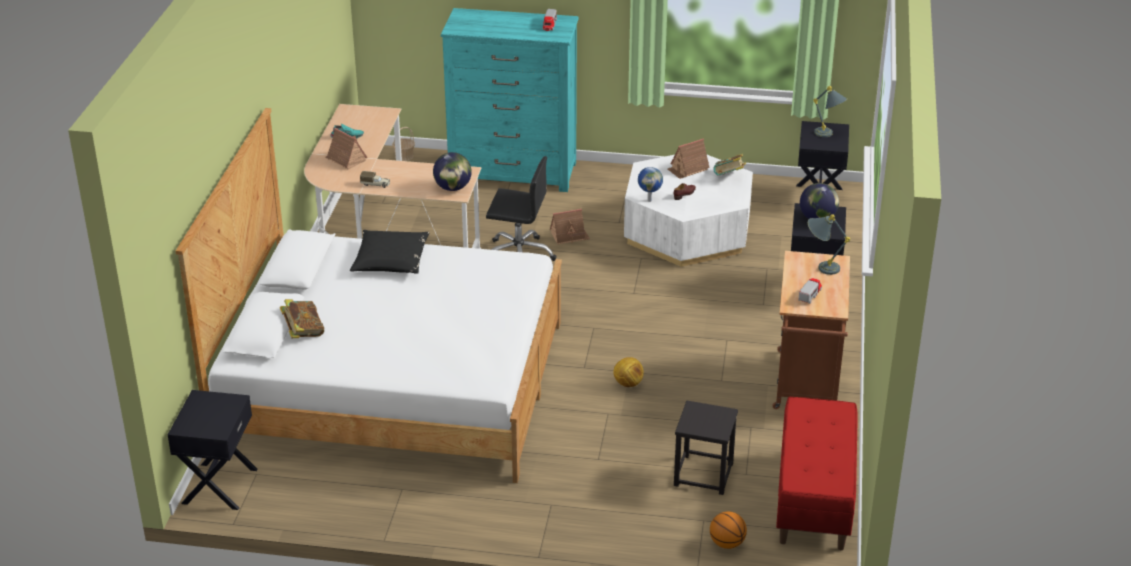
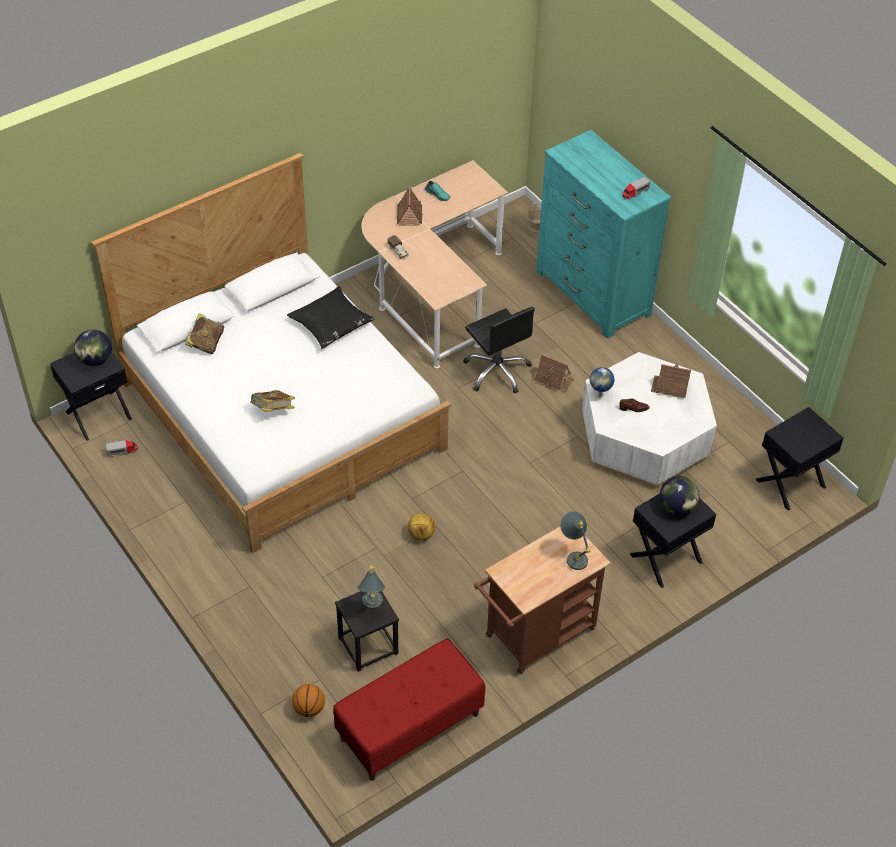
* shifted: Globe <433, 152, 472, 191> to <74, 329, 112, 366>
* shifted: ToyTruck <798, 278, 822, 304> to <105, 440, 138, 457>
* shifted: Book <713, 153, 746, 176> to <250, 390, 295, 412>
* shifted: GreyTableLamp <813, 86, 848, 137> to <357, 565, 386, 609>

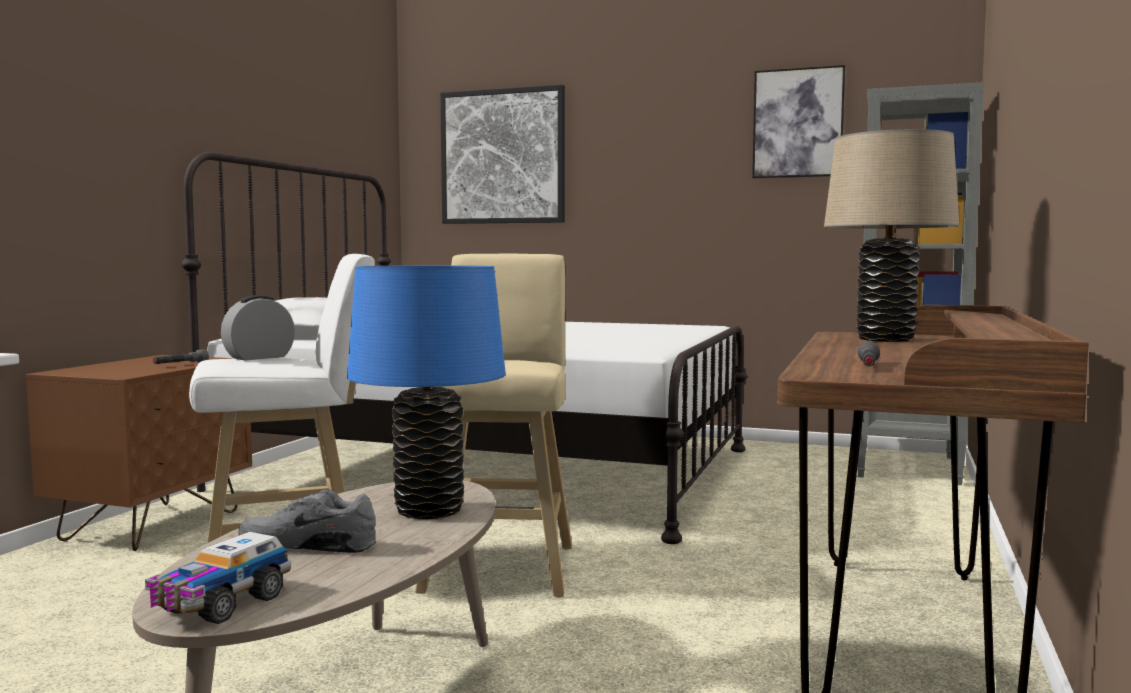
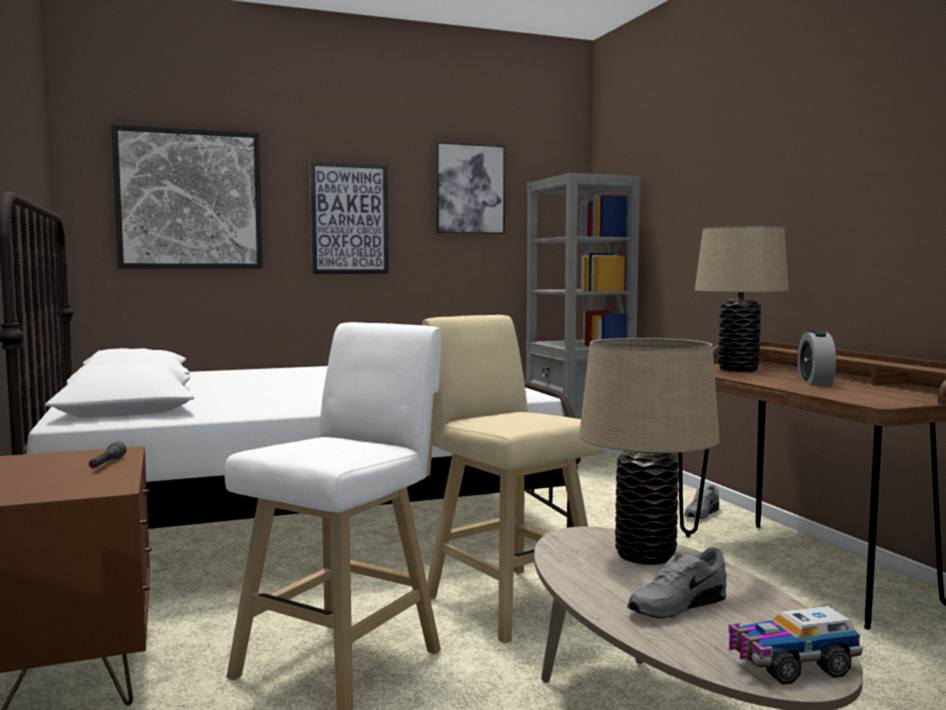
* new: Picture <310, 160, 389, 274>
* repainted: BlueTableLamp <347, 265, 506, 519> to BeigeTableLamp <579, 338, 720, 565>
* new: GreyShoe <684, 485, 719, 519>
* rotated: ToyTruck <145, 532, 291, 624> = <729, 606, 863, 685> 90 degrees clockwise
* shifted: AlarmClock <221, 295, 295, 361> to <798, 330, 836, 385>
* gone: GreyFlashlight <858, 341, 880, 366>

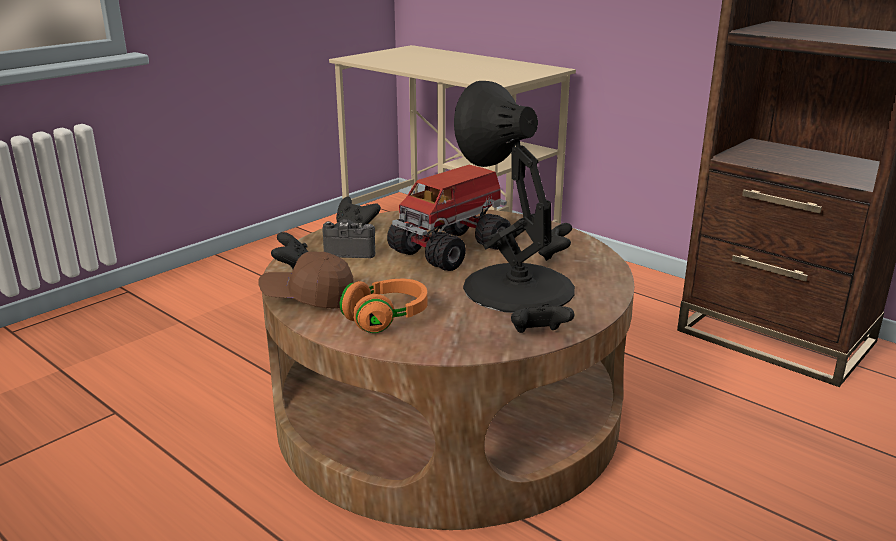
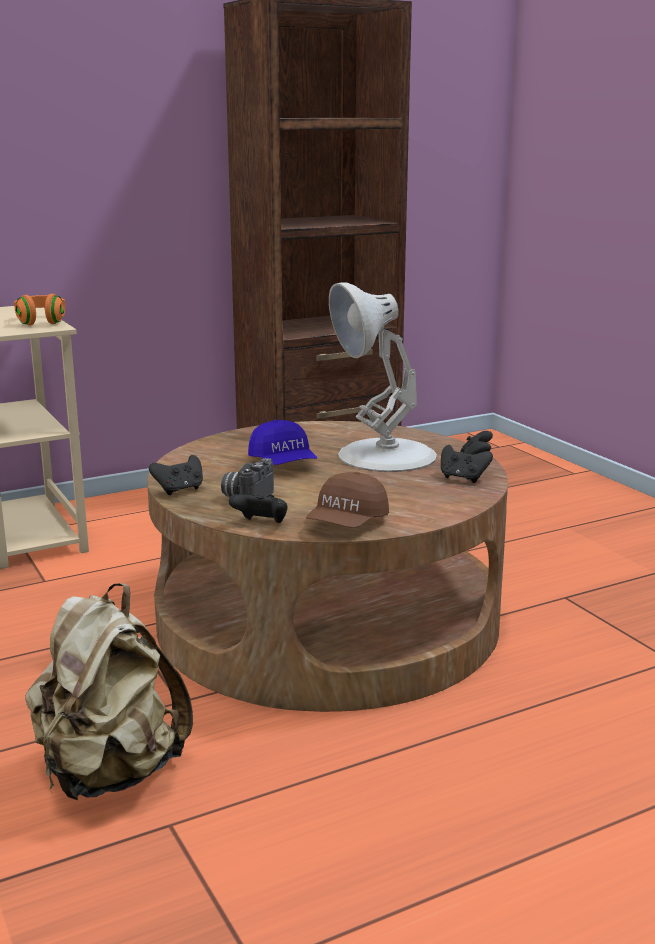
* shifted: OrangeHeadphones <340, 279, 427, 333> to <14, 294, 65, 325>
* new: BeigeBackpack <25, 583, 193, 800>
* swapped: ToyTruck <387, 165, 511, 271> to BlueCap <248, 419, 317, 465>
* repainted: BlackTableLamp <454, 81, 575, 313> to WhiteTableLamp <329, 282, 437, 472>
* shifted: BlackGameController <538, 223, 572, 261> to <441, 445, 493, 483>

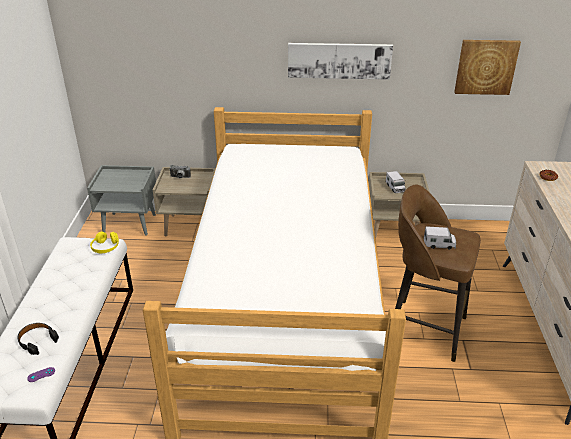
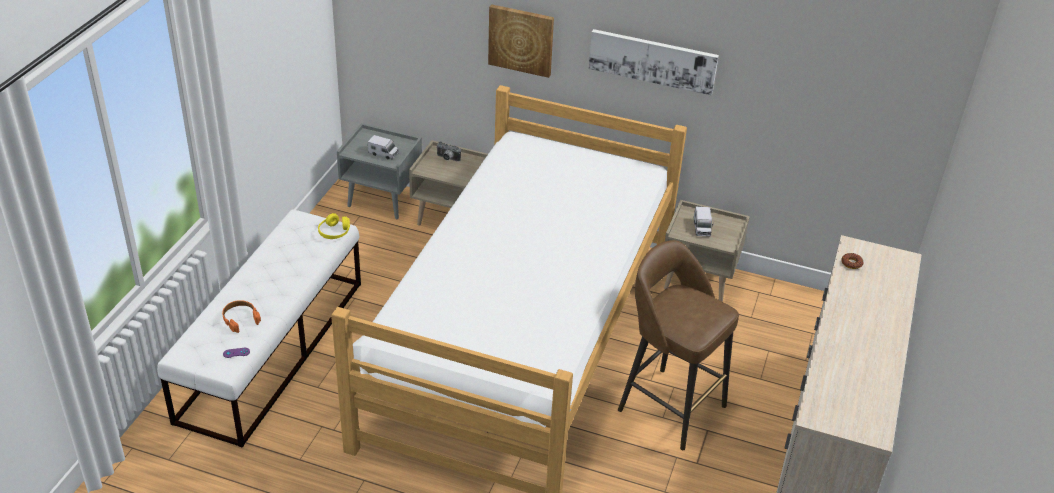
* repainted: BlackHeadphones <18, 323, 59, 355> to OrangeHeadphones <222, 300, 261, 333>
* shifted: ToyTruck <424, 226, 456, 250> to <368, 135, 399, 160>
* shifted: Picture <454, 40, 521, 95> to <488, 4, 554, 78>

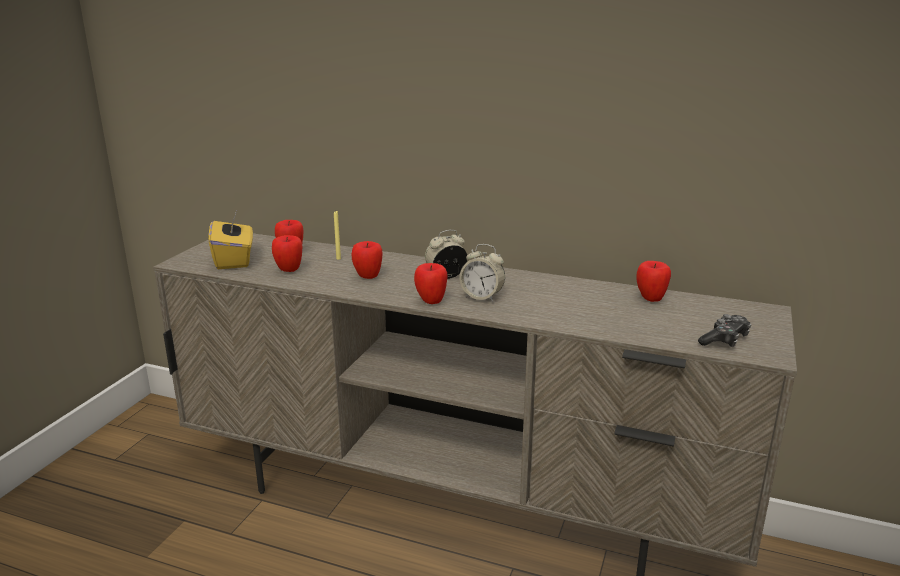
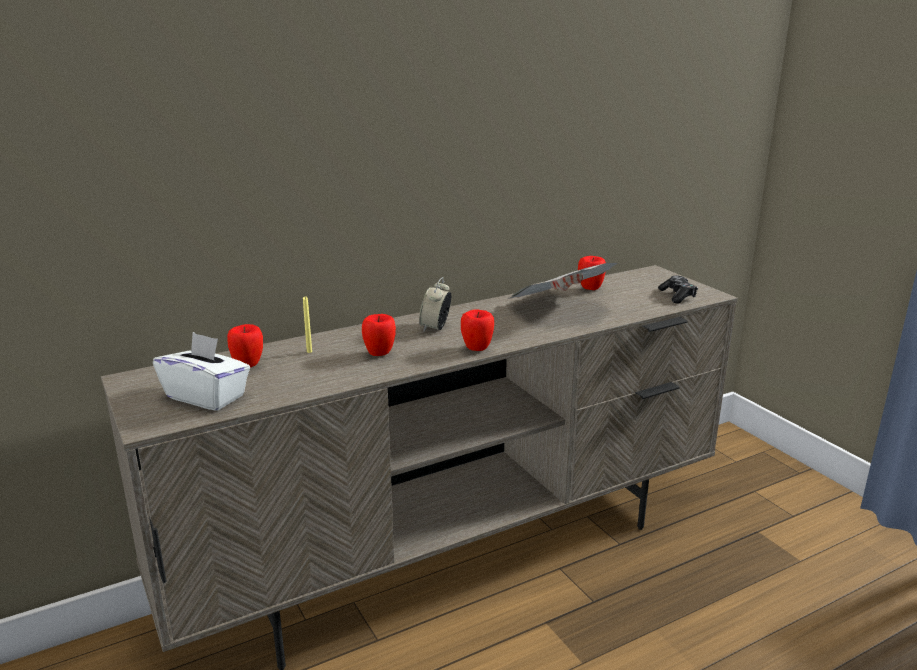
* repainted: YellowTissueBox <208, 211, 253, 269> to WhiteTissueBox <153, 332, 250, 411>
* new: Newspaper <507, 263, 617, 299>
* gone: Apple <272, 235, 302, 272>
* gone: AlarmClock <460, 244, 505, 302>

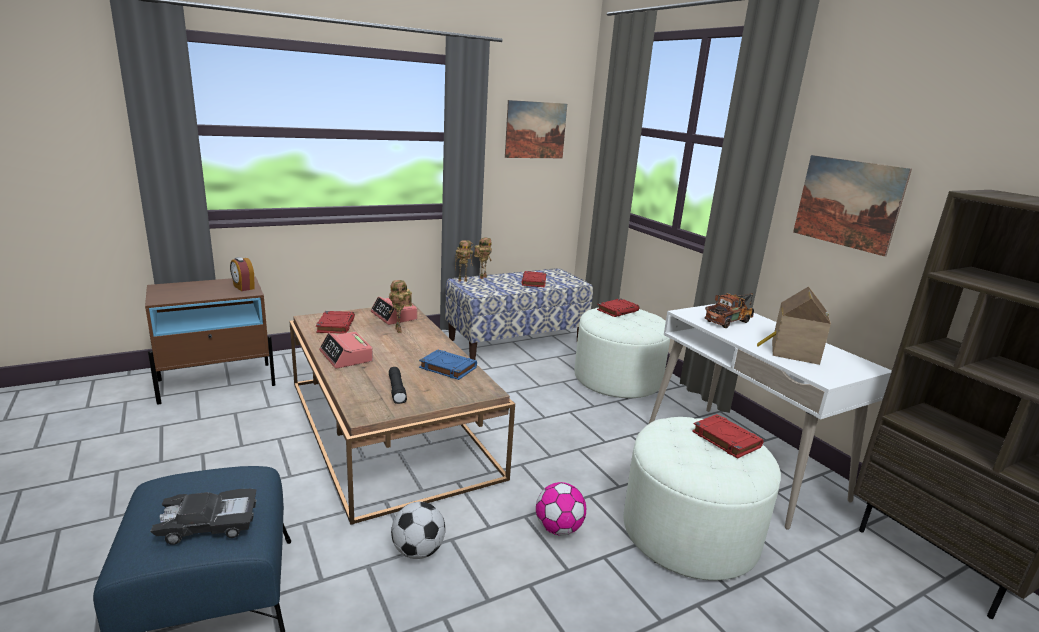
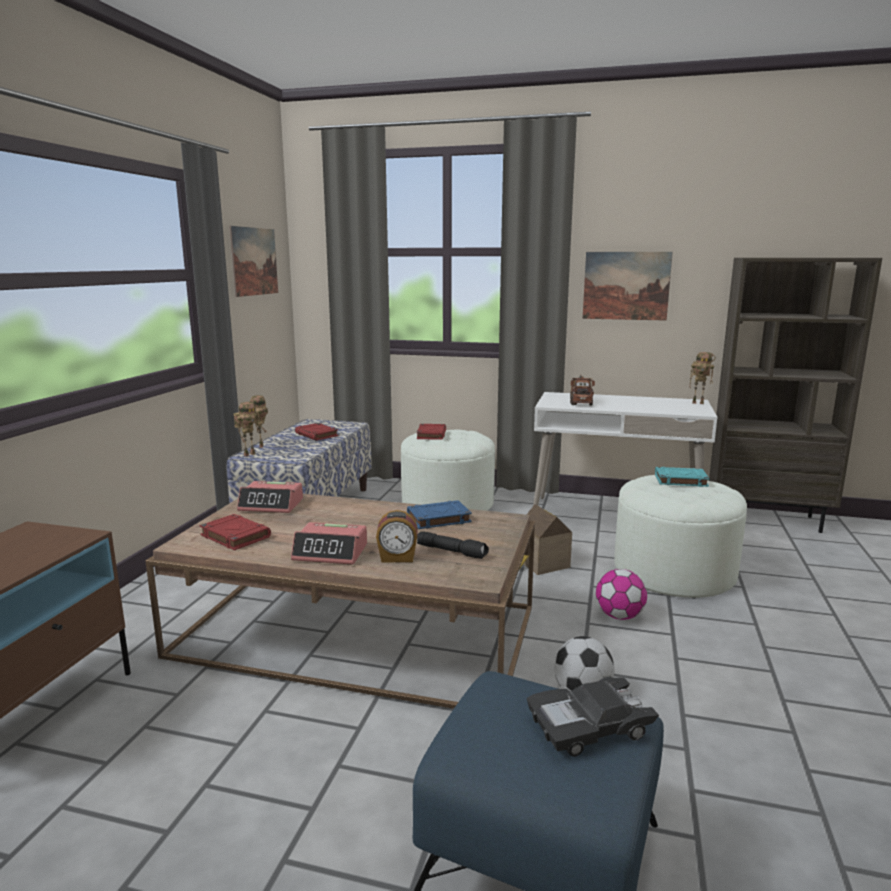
* shifted: AlarmClock <230, 257, 255, 291> to <376, 510, 418, 562>
* shifted: ToyHouse <757, 286, 831, 365> to <519, 504, 572, 575>
* rotated: BlackToyCar <150, 489, 257, 545> = <526, 677, 659, 757> 135 degrees counterclockwise
* repainted: RedBook <692, 414, 763, 459> to TurquoiseBook <655, 467, 710, 487>
* shifted: ToyRobot <389, 280, 412, 333> to <689, 352, 716, 404>

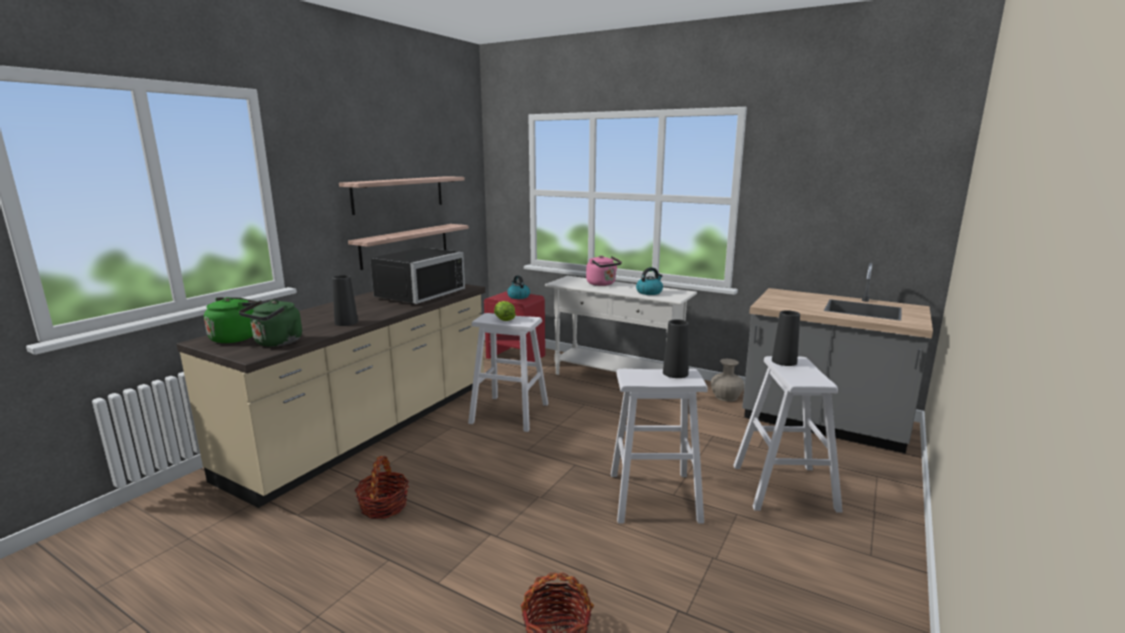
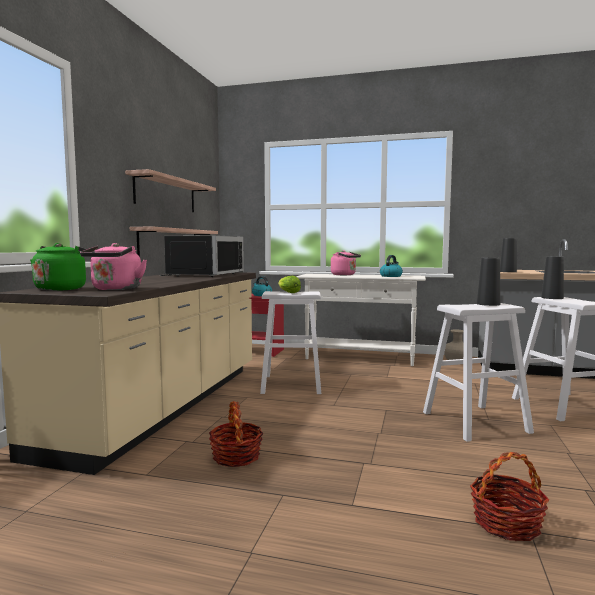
* repainted: GreenKettle <239, 300, 302, 347> to PinkKettle <80, 243, 147, 290>
* shifted: BlackVase <332, 275, 358, 326> to <500, 238, 517, 272>

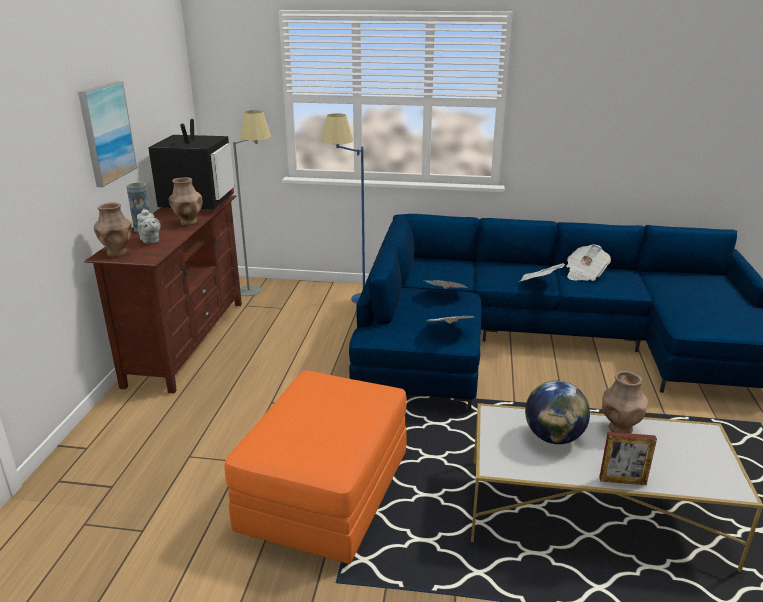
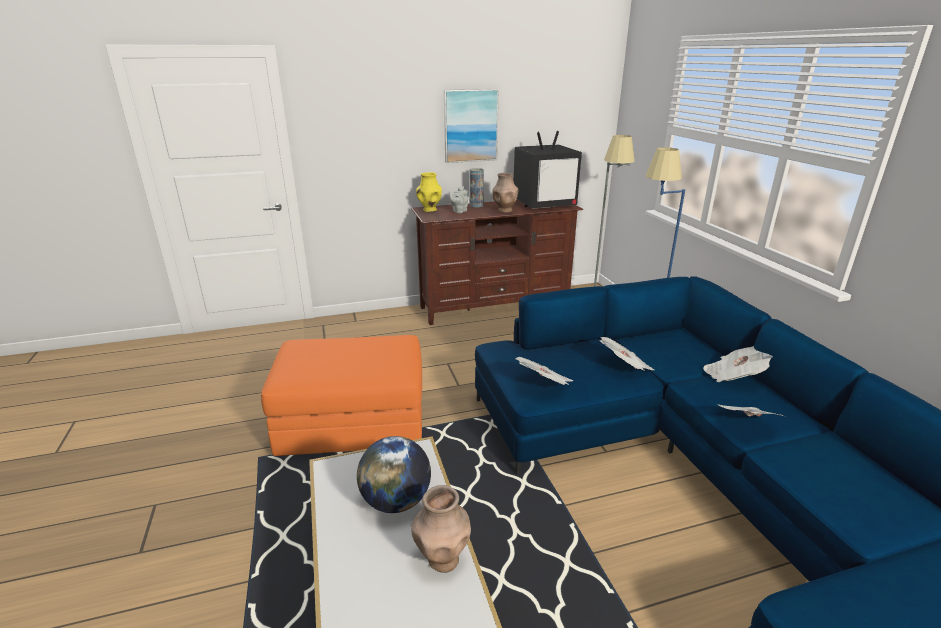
* repainted: BrownVase <94, 202, 132, 257> to YellowVase <416, 172, 442, 212>
* shifted: Newspaper <566, 244, 611, 281> to <703, 346, 772, 382>
* gone: PictureFrame <599, 432, 657, 485>

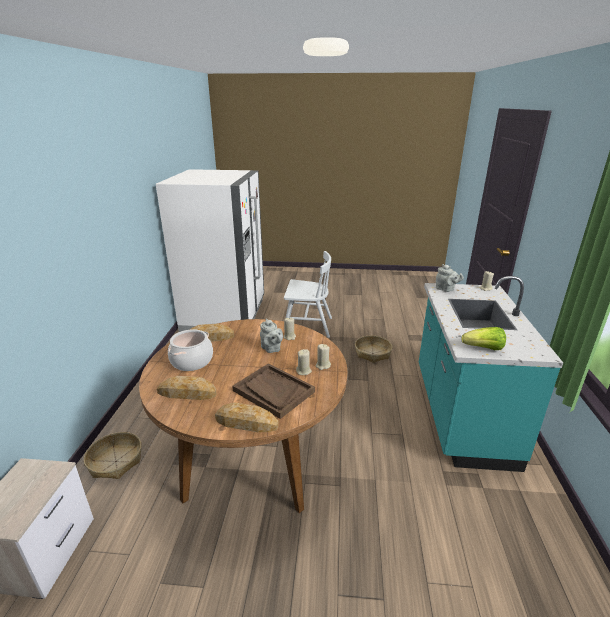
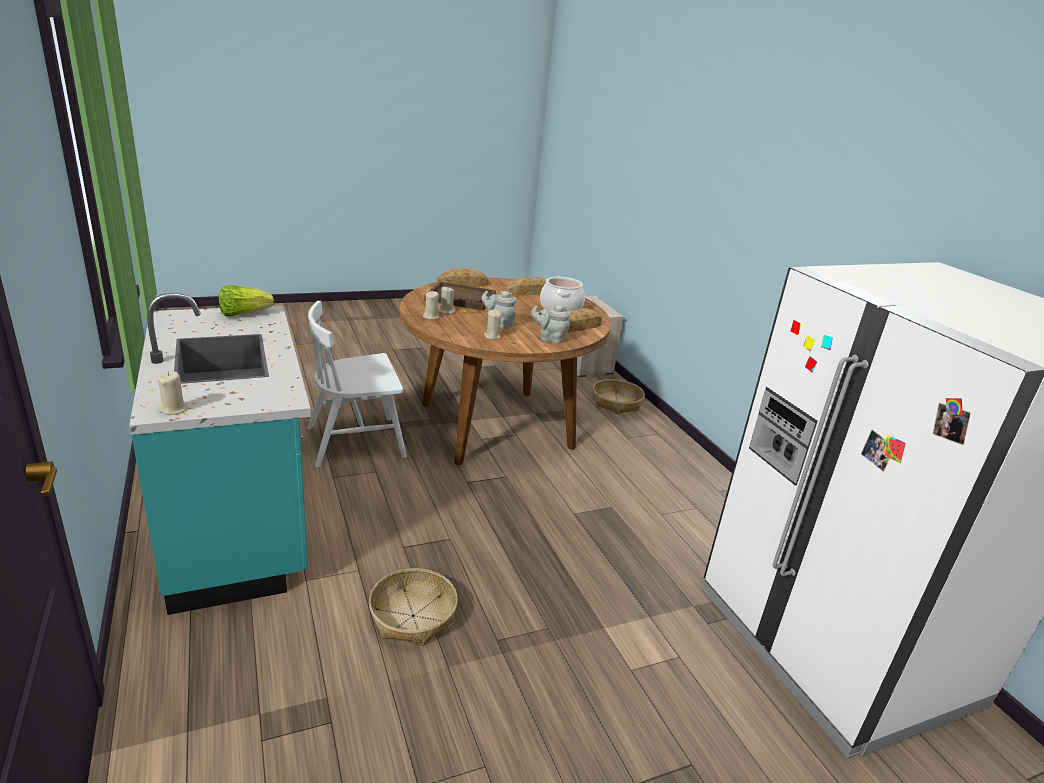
* shifted: WhiteChair <284, 251, 332, 338> to <307, 301, 407, 467>
* shifted: GreyTeapot <436, 264, 464, 292> to <531, 305, 570, 344>

